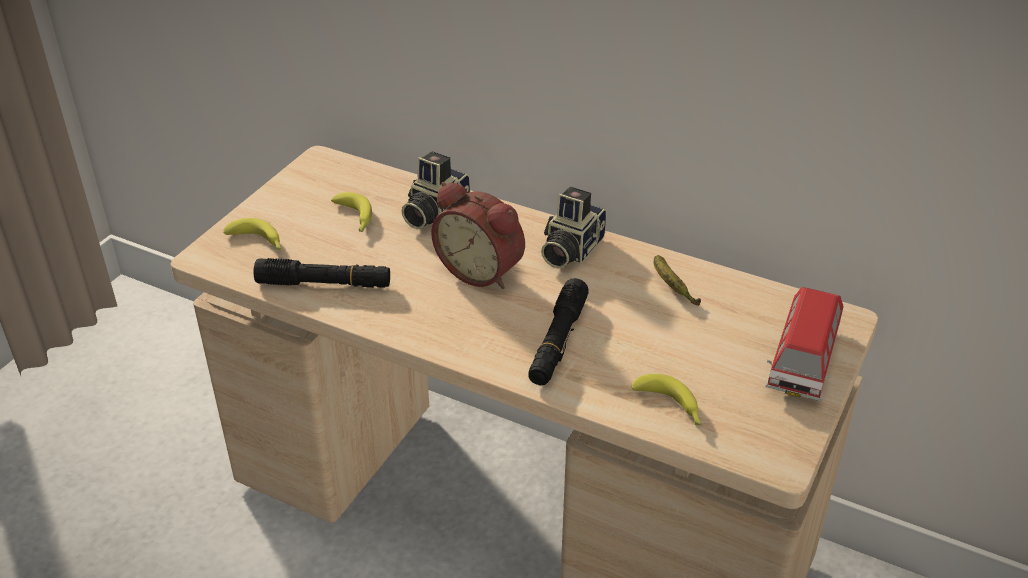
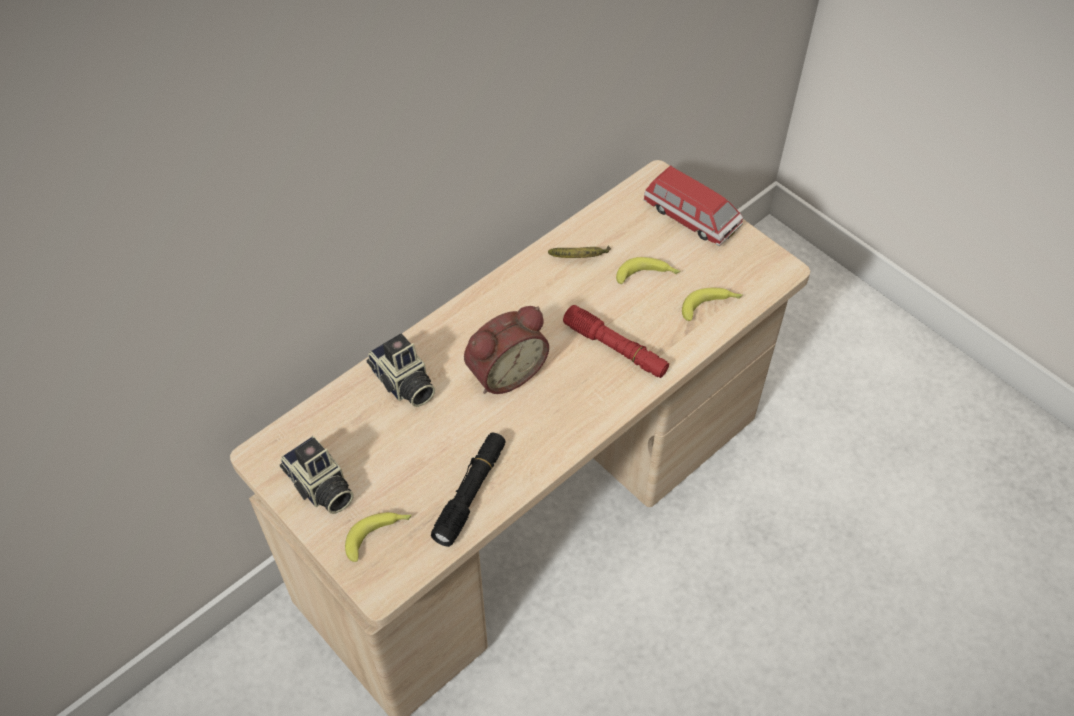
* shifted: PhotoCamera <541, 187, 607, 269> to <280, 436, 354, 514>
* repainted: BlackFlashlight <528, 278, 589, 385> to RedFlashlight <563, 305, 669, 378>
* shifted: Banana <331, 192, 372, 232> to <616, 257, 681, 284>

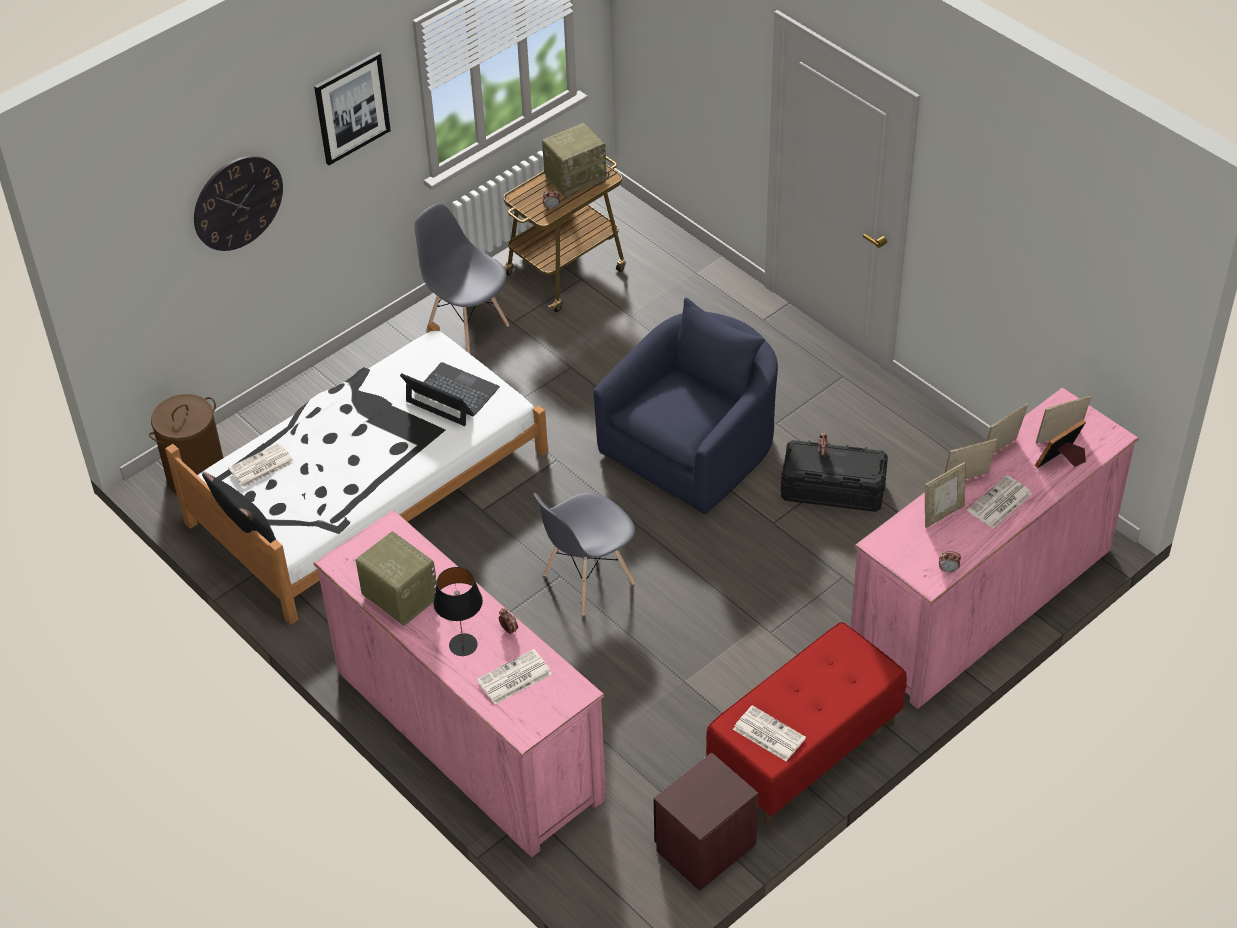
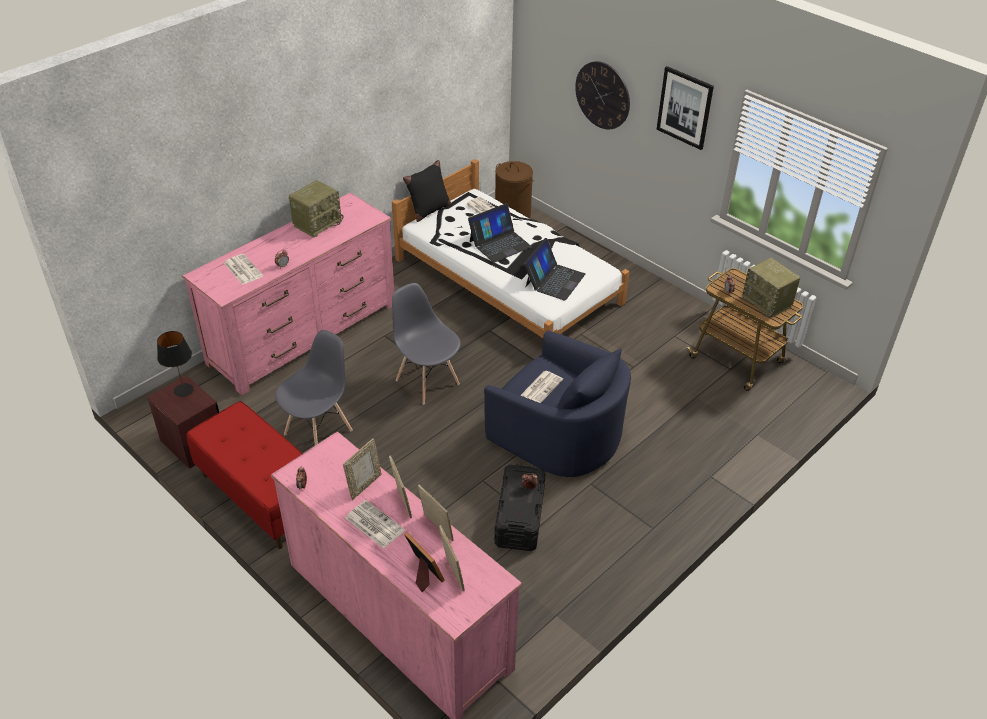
* shifted: BlackTableLamp <433, 567, 483, 656> to <157, 331, 194, 397>
* shifted: GreyChair <415, 204, 509, 354> to <275, 330, 353, 446>
* rotated: PictureFrame <925, 462, 966, 528> = <343, 438, 382, 500> 105 degrees counterclockwise
* new: Laptop <468, 203, 532, 263>
* shifted: Newspaper <733, 705, 806, 761> to <520, 371, 563, 403>

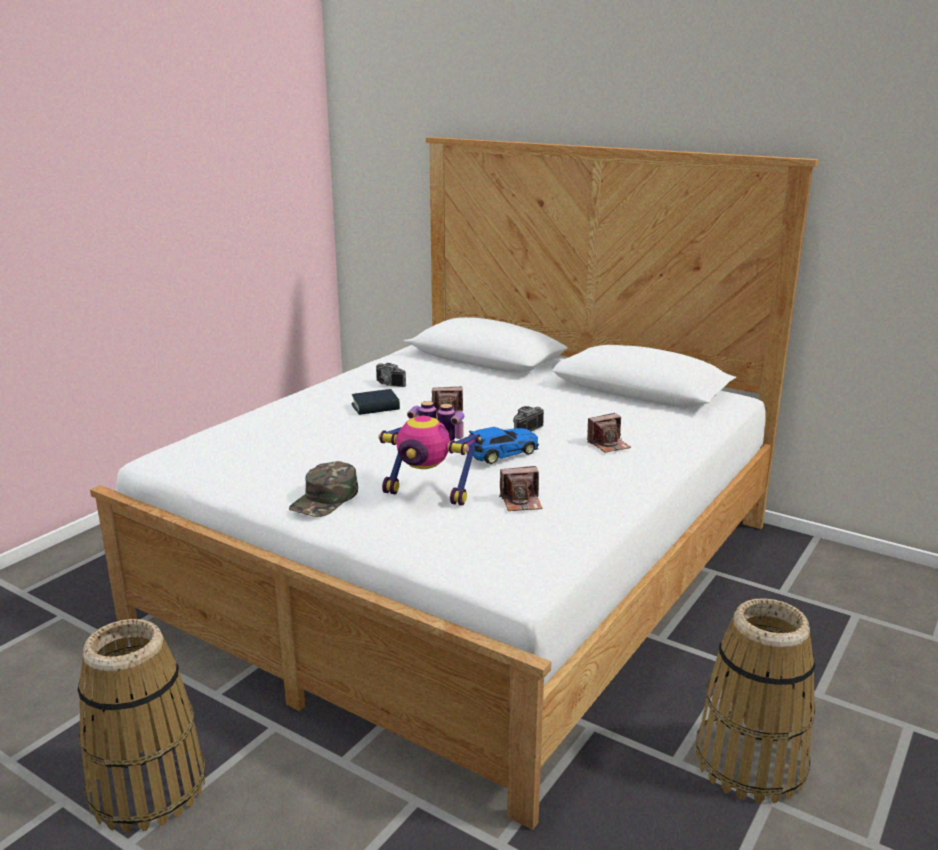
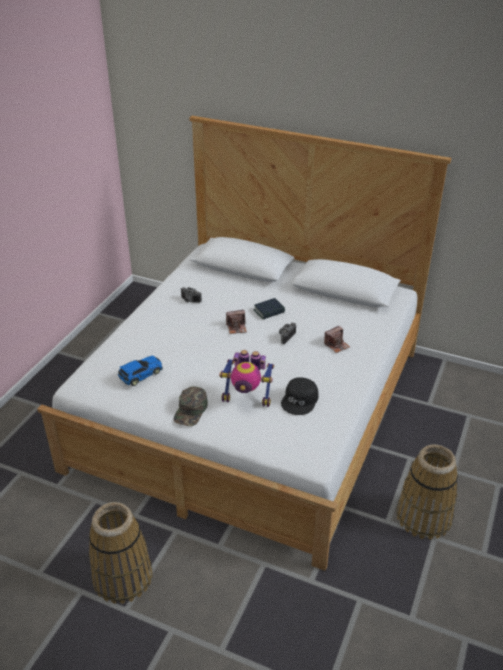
* shifted: ToyCar <467, 427, 539, 464> to <118, 355, 163, 386>
* shifted: Book <351, 389, 400, 415> to <254, 298, 285, 319>
* swapped: PhotoCamera <499, 466, 542, 511> to BlackCap <281, 377, 319, 415>

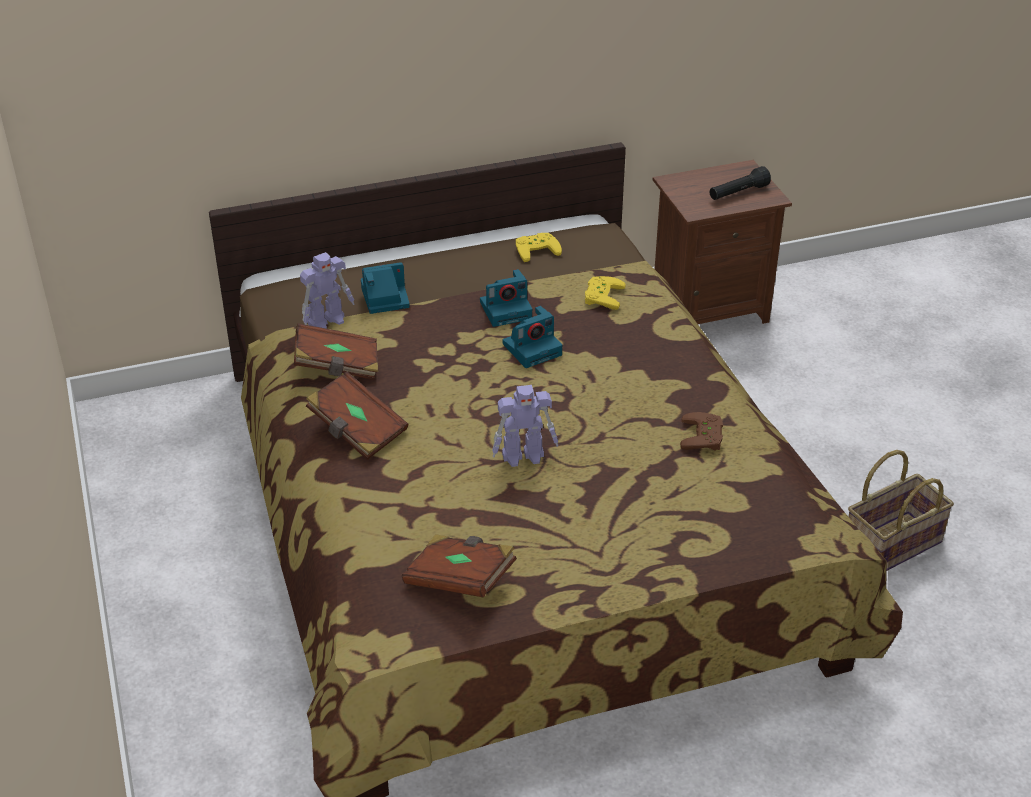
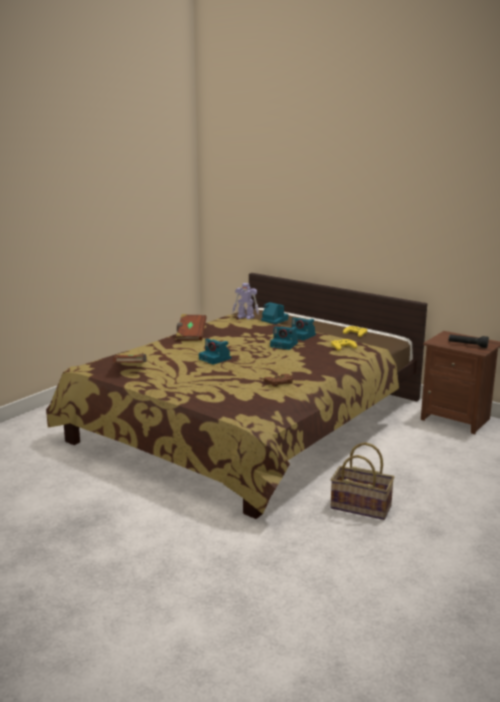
* swapped: ToyRobot <492, 385, 559, 467> to PhotoCamera <199, 339, 231, 365>
* gone: BrownBook <294, 323, 378, 380>

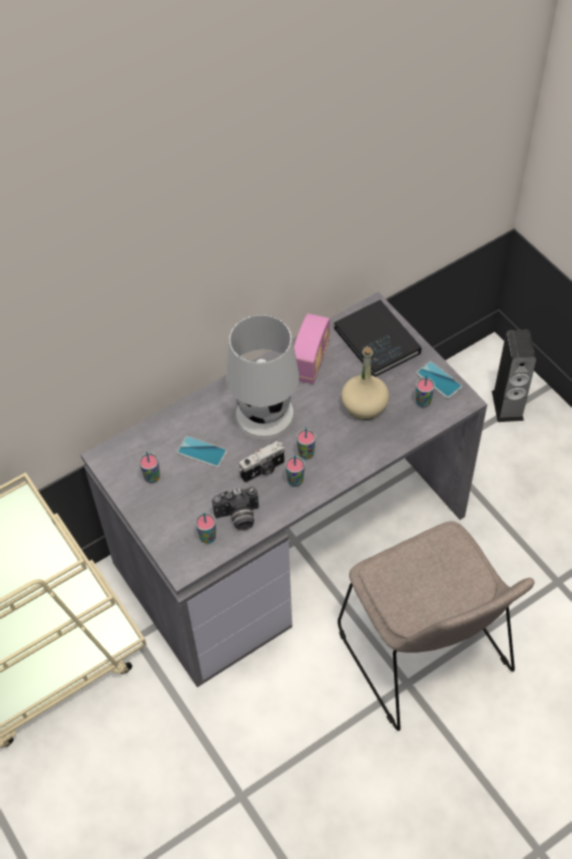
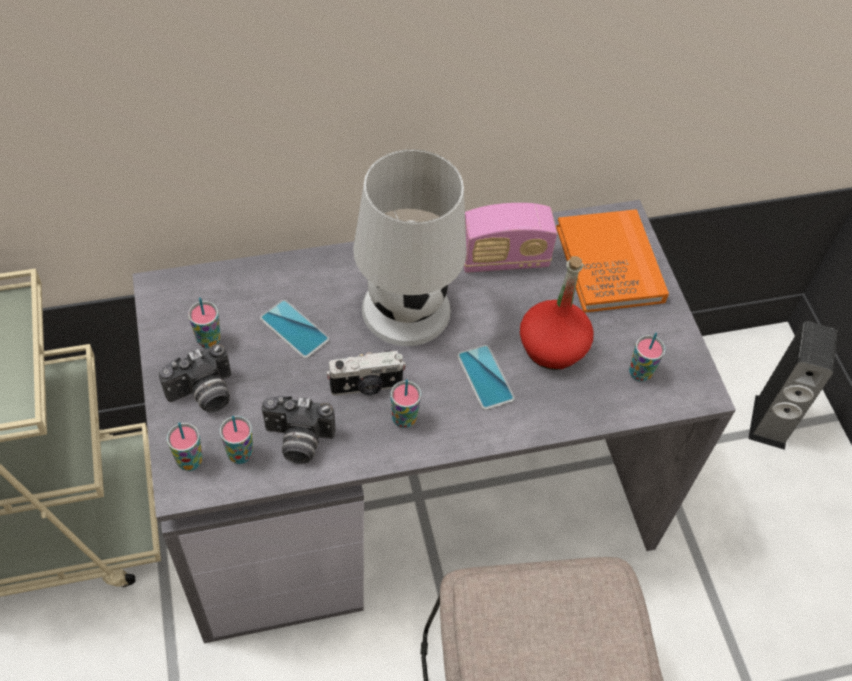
* new: PhotoCamera <158, 344, 231, 412>
* shifted: Cup <296, 427, 316, 460> to <167, 423, 203, 471>
* shifted: Phone <416, 361, 462, 398> to <457, 345, 515, 410>
* rotated: Radio <294, 314, 330, 384> = <464, 203, 557, 273> 45 degrees clockwise
* repainted: BeigeBottle <341, 346, 389, 420> to RedBottle <520, 256, 593, 370>
* repainted: BlackBook <334, 300, 422, 377> to OrangeBook <556, 209, 669, 313>

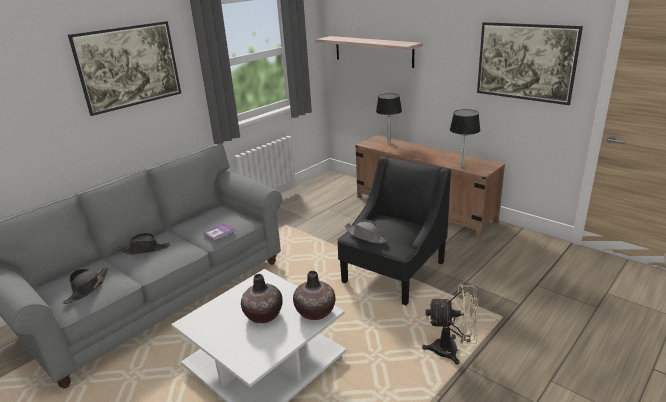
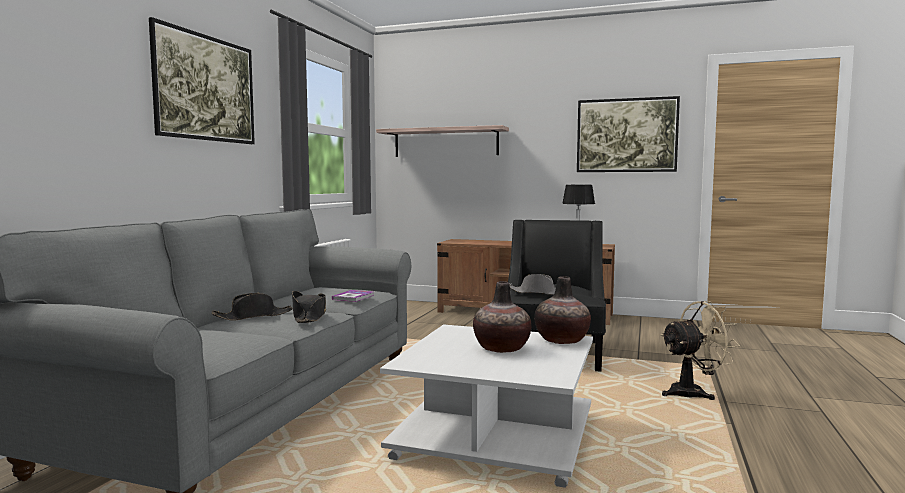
* shifted: BlackHat <62, 267, 109, 304> to <292, 291, 326, 323>
* gone: TableLamp <376, 93, 402, 144>

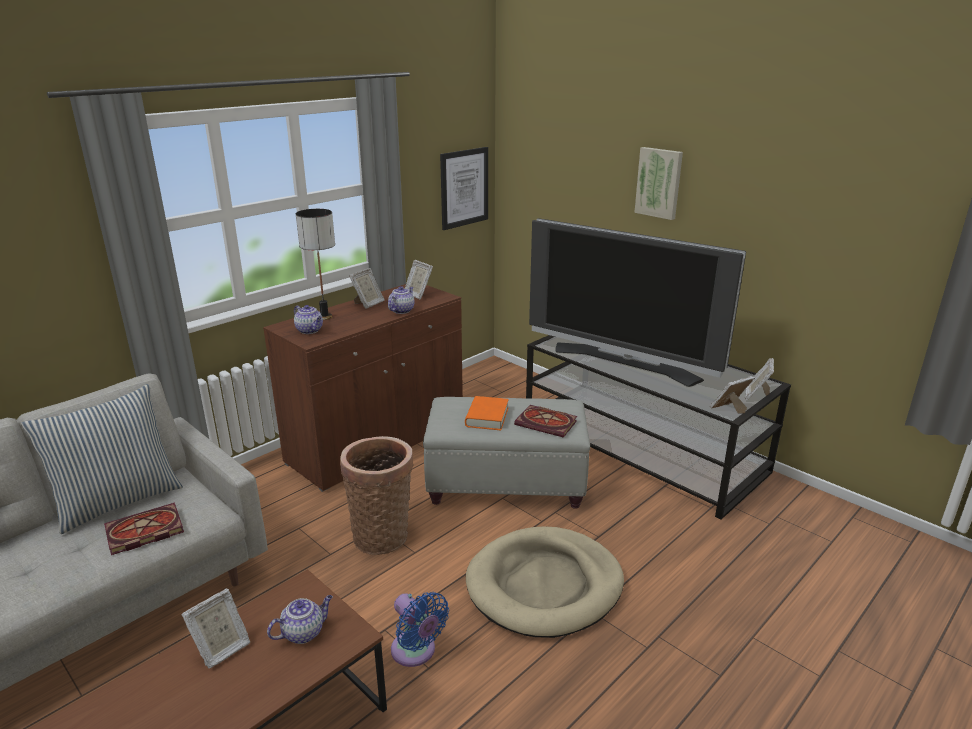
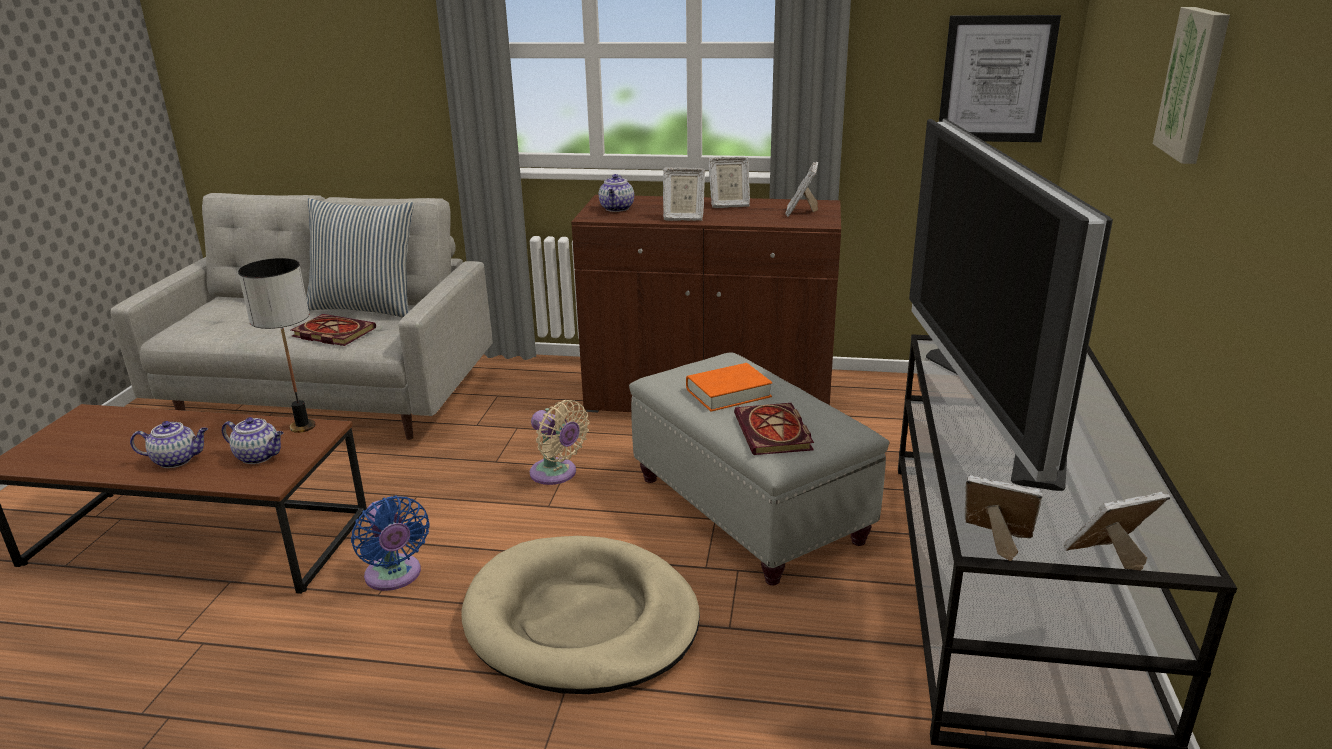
* shifted: Teapot <388, 286, 414, 314> to <130, 421, 208, 468>
* shifted: TableLamp <296, 209, 335, 320> to <238, 258, 316, 433>
* rotated: BlueFan <391, 592, 449, 667> = <351, 496, 430, 591> 45 degrees counterclockwise
* swapped: Basket <340, 436, 413, 555> to BeigeFan <530, 400, 590, 485>
* shifted: PictureFrame <182, 588, 250, 668> to <663, 167, 705, 221>

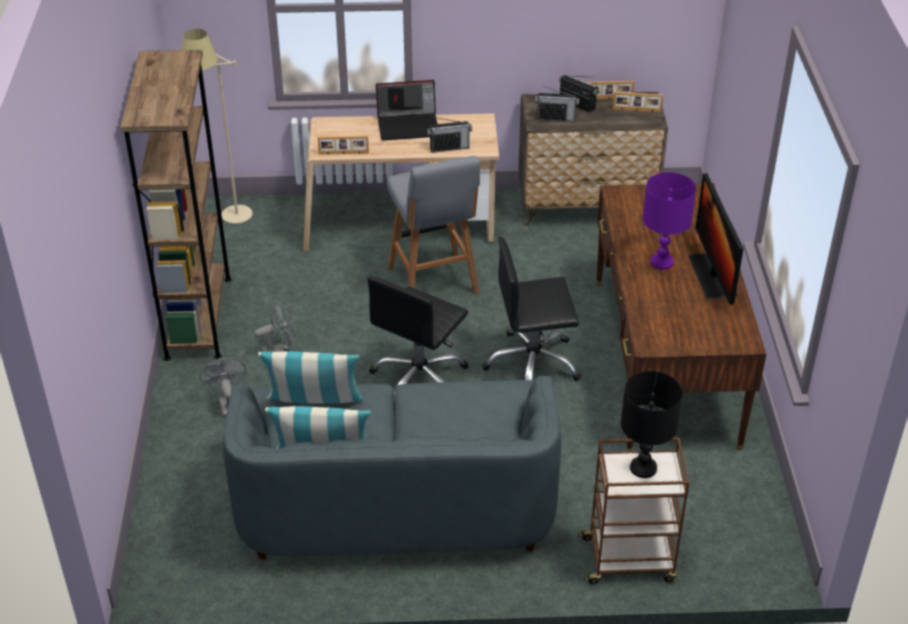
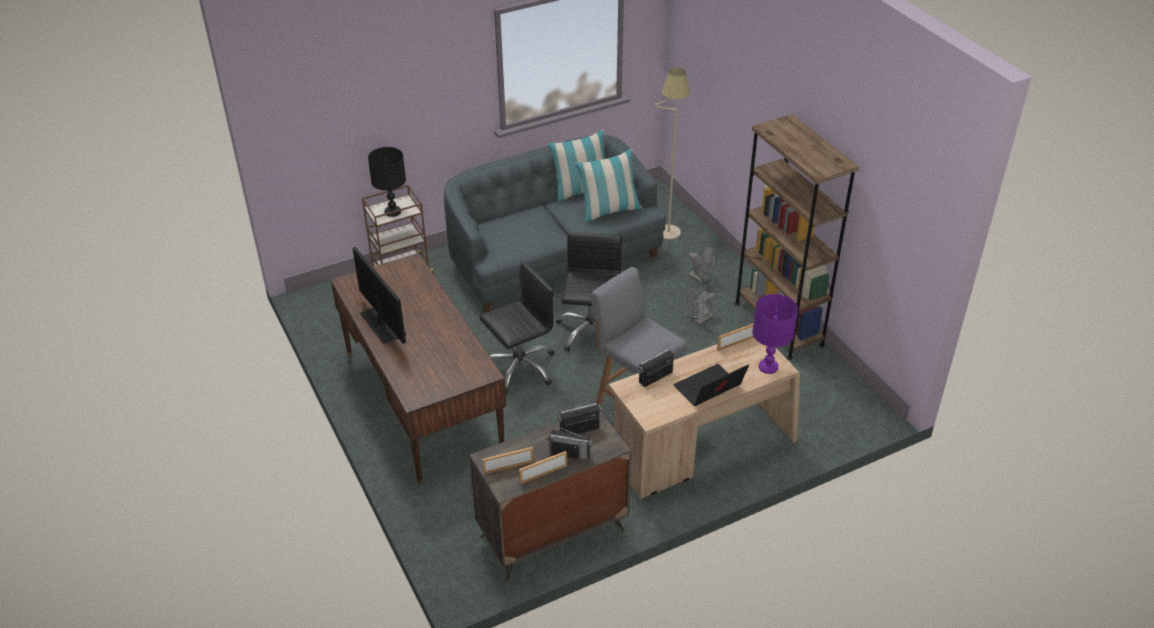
* shifted: BeigeFloorLamp <182, 29, 253, 224> to <655, 68, 690, 239>
* shifted: PurpleTableLamp <643, 172, 696, 270> to <752, 294, 798, 374>

